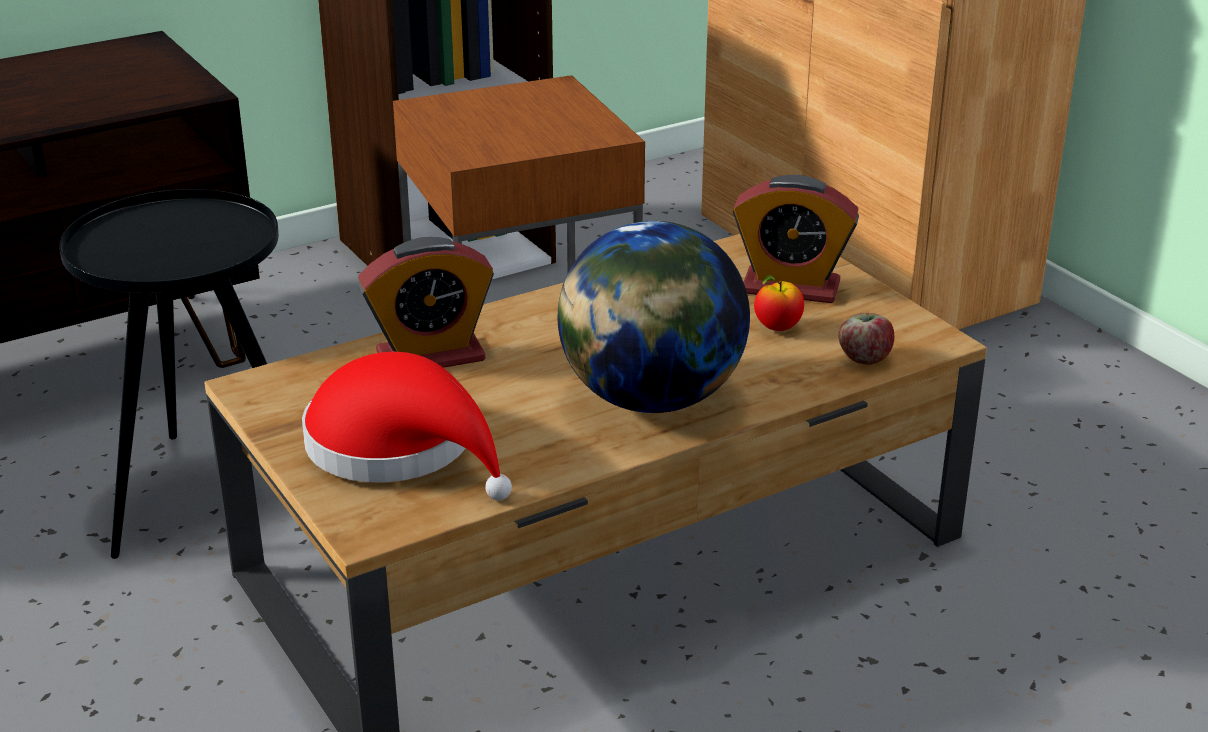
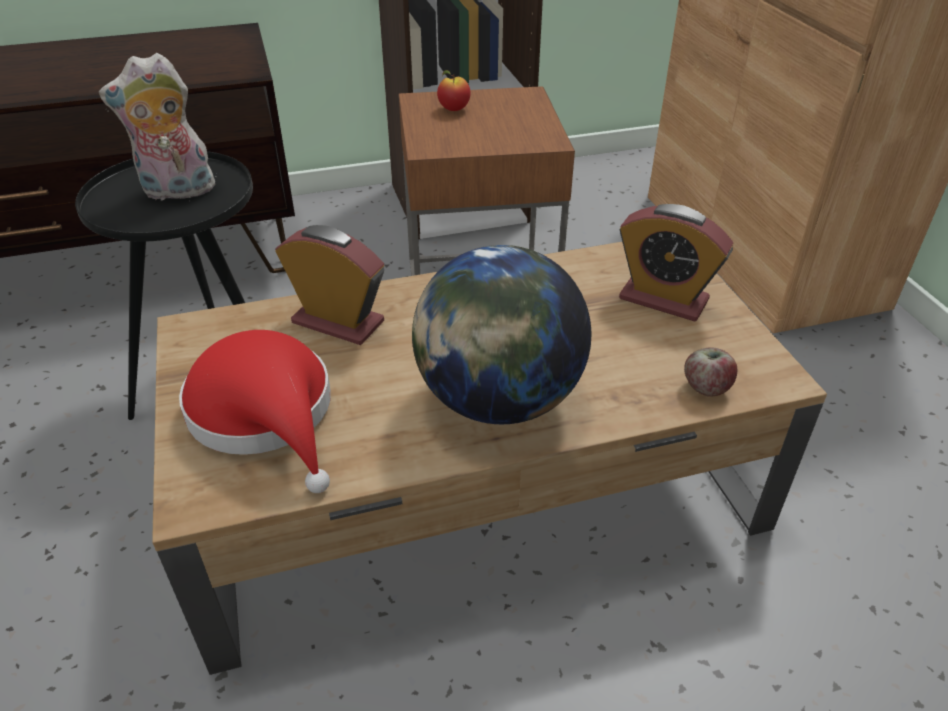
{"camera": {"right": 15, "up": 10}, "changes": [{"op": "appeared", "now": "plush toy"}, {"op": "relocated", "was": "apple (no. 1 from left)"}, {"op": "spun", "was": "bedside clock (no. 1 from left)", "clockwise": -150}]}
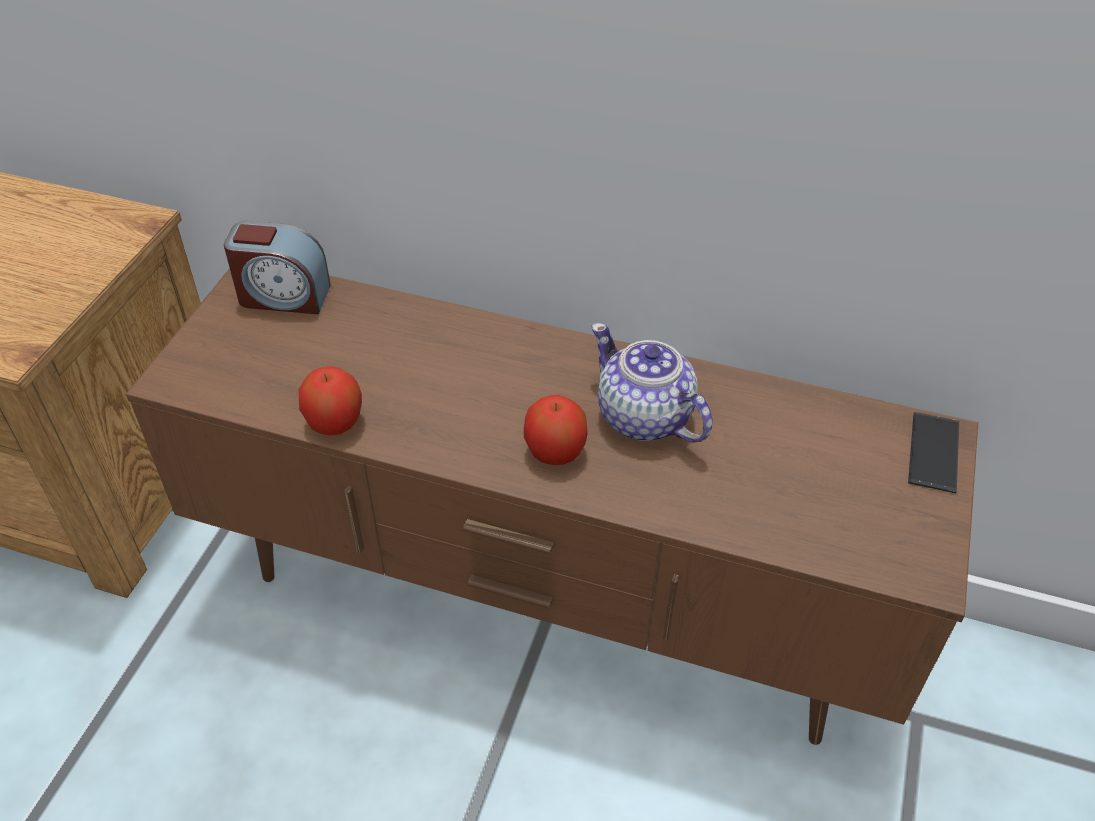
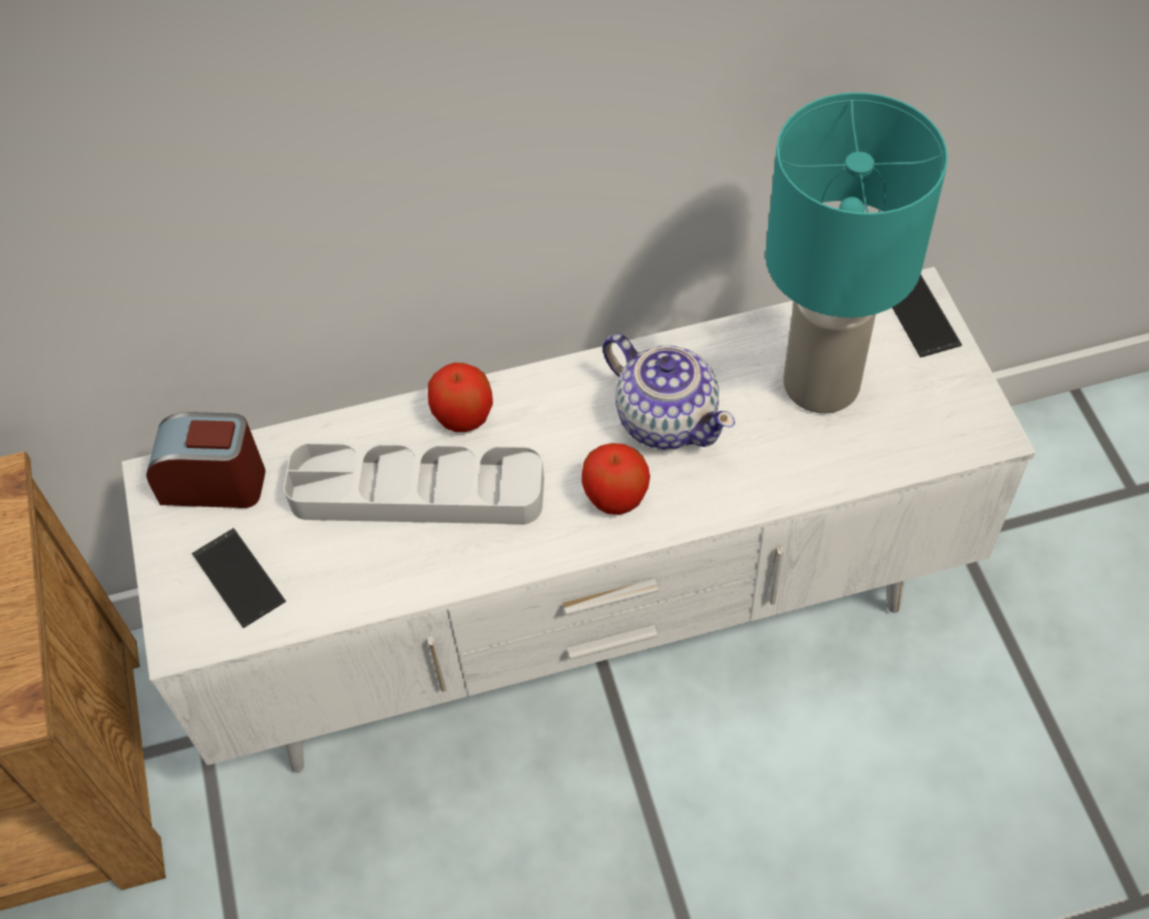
{"camera": {"right": -30, "up": 10}, "changes": [{"op": "appeared", "now": "telephone (no. 1 from left)"}, {"op": "appeared", "now": "serving tray (grey)"}, {"op": "appeared", "now": "lamp for a table (blue-green)"}, {"op": "relocated", "was": "apple (no. 1 from left)"}, {"op": "colour", "was": "tv stand (brown-coloured)", "now": "tv stand (whitish)"}, {"op": "spun", "was": "bedside clock", "clockwise": -150}, {"op": "spun", "was": "tea pot", "clockwise": -150}]}
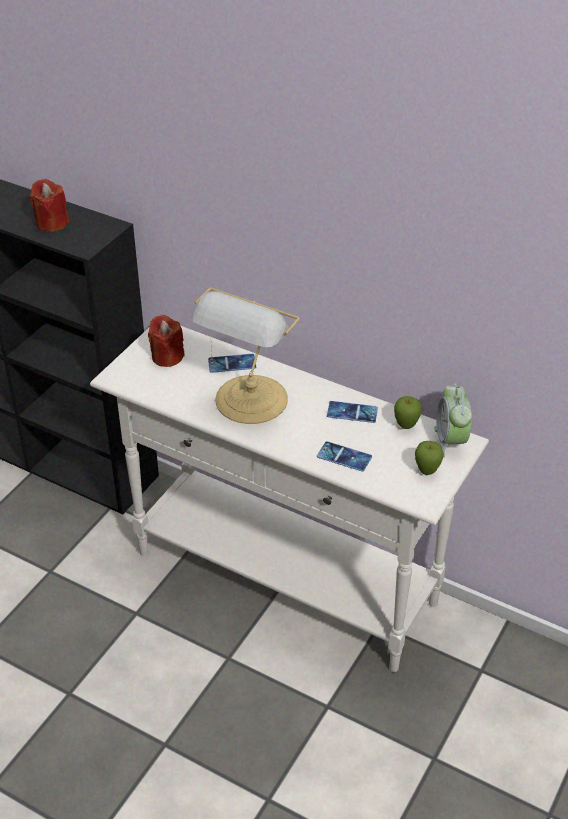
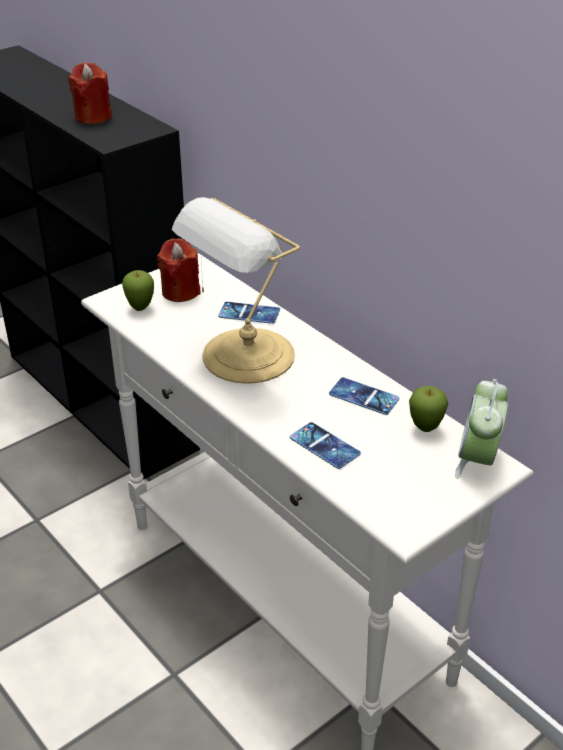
{"camera": {"right": 20, "up": -5}, "changes": [{"op": "relocated", "was": "apple (no. 2 from left in the first image)", "now": "apple (no. 1 from left)"}]}
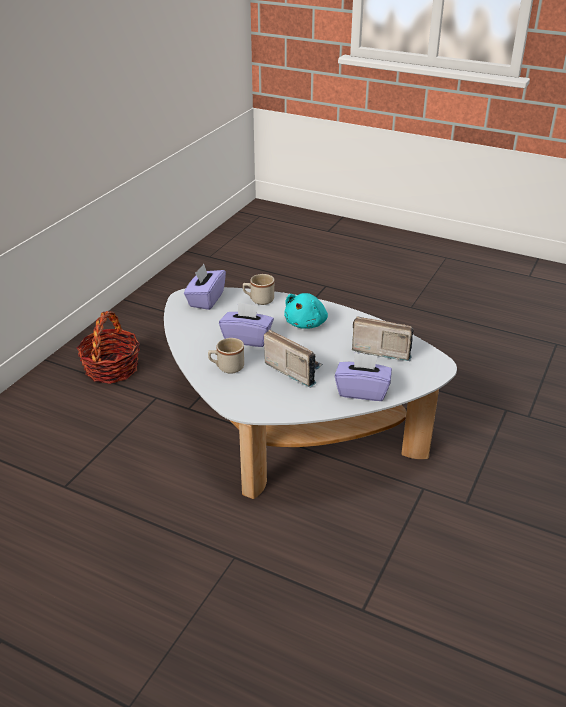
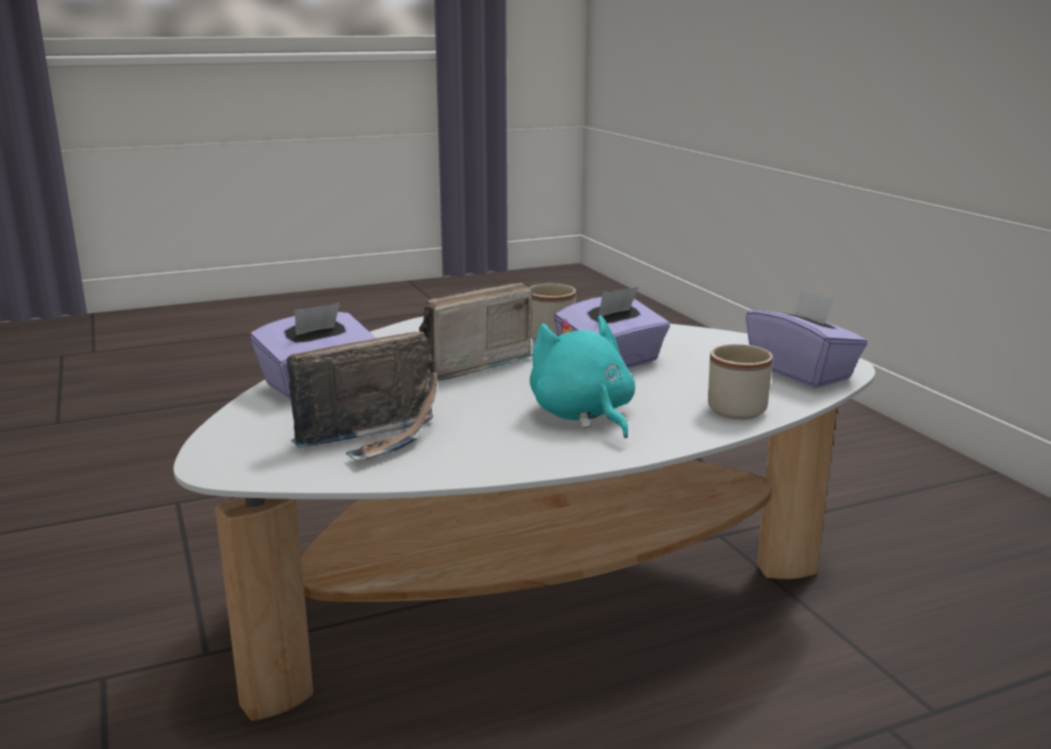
{"camera": {"right": 130, "up": -15}, "changes": [{"op": "missing", "was": "storage basket"}, {"op": "spun", "was": "radio (no. 1 from left in the first image)", "clockwise": 150}]}
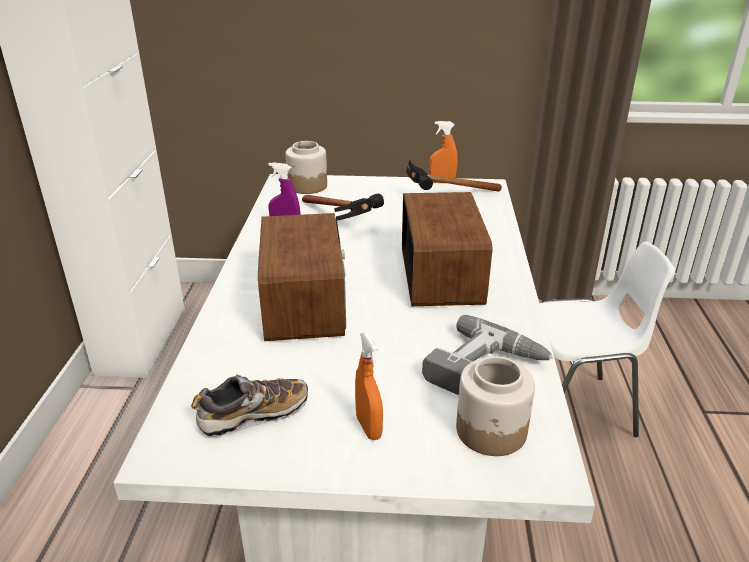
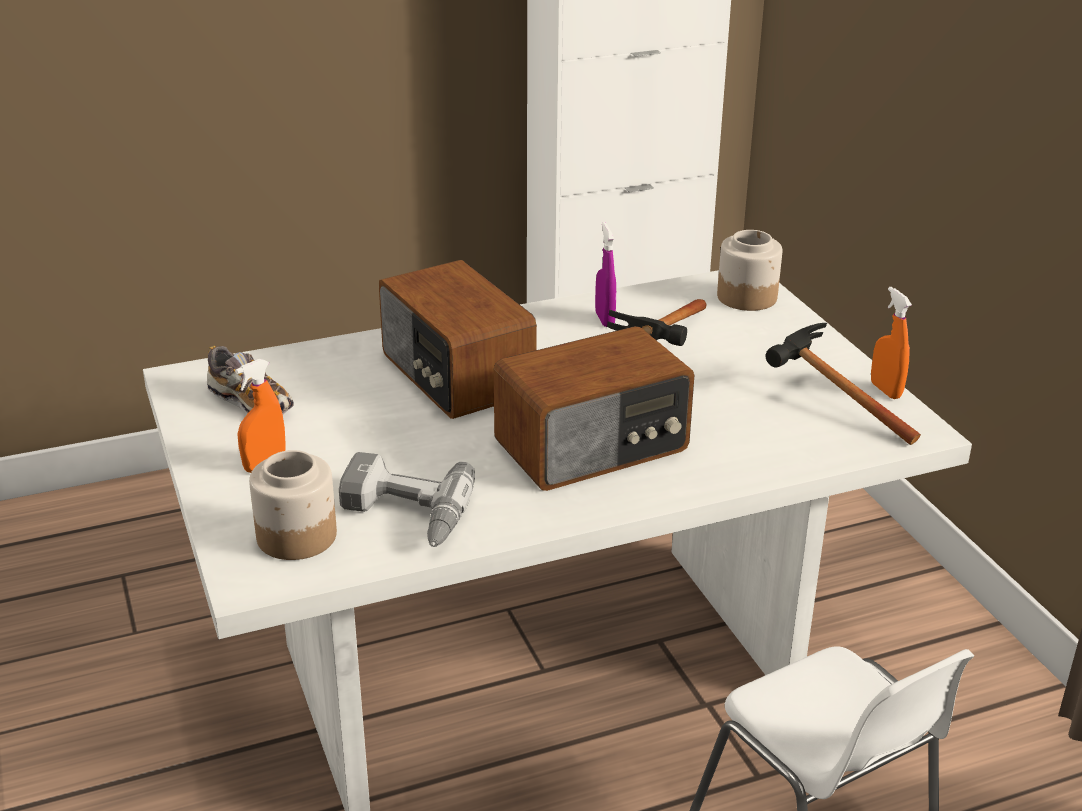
{"camera": {"right": 65, "up": 0}, "changes": [{"op": "spun", "was": "radio (no. 1 from left)", "clockwise": 90}]}
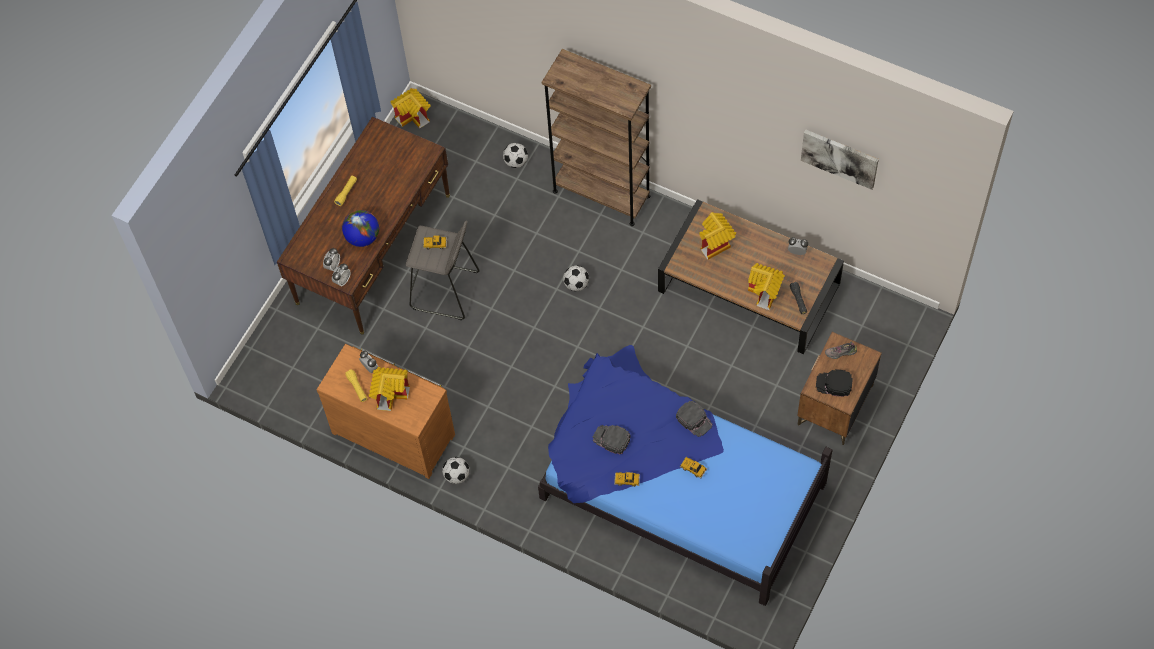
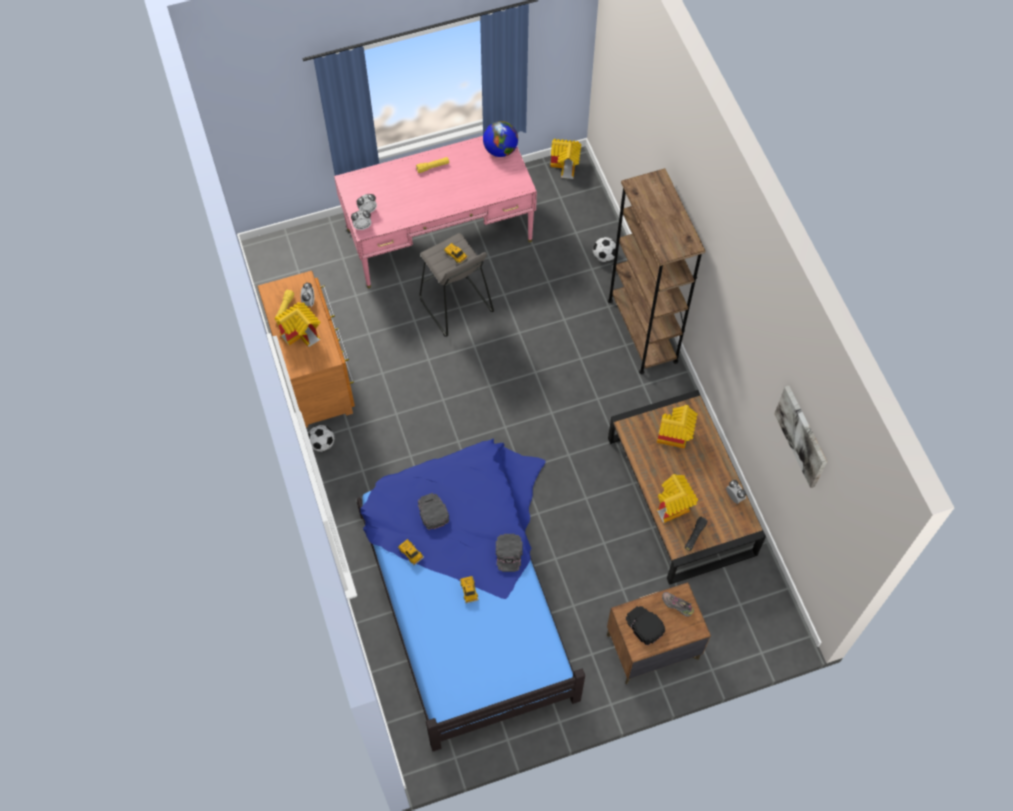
{"camera": {"right": 40, "up": 0}, "changes": [{"op": "missing", "was": "football ball (no. 3 from left)"}, {"op": "relocated", "was": "globe"}, {"op": "colour", "was": "desk unit (brown-coloured)", "now": "desk unit (pinkish)"}]}
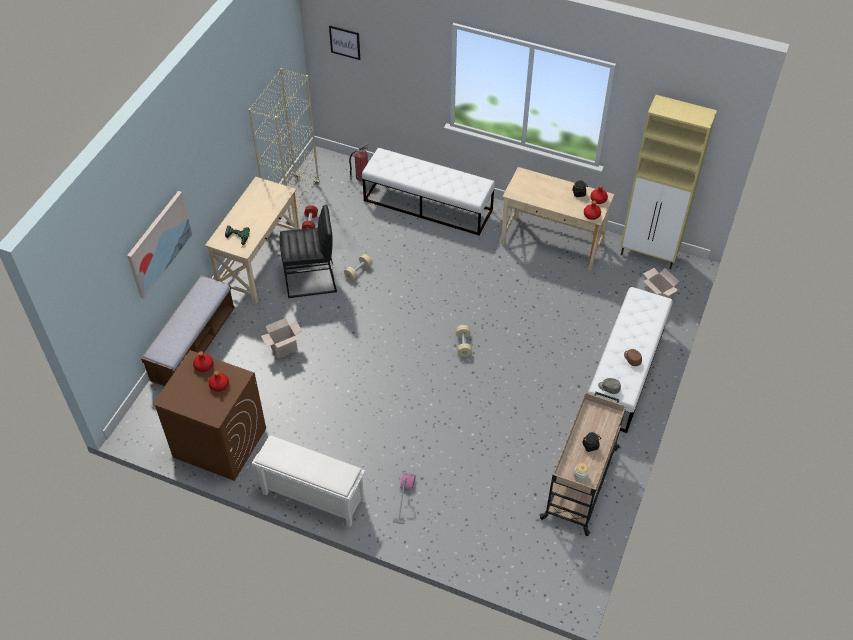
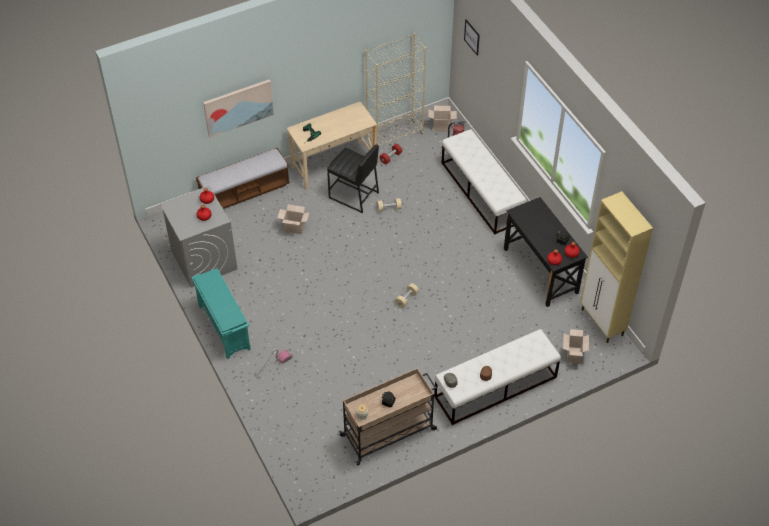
{"camera": {"right": 40, "up": 0}, "changes": [{"op": "appeared", "now": "carton (no. 2 from left)"}, {"op": "colour", "was": "laundry appliance (brown-coloured)", "now": "laundry appliance (grey)"}, {"op": "colour", "was": "shoe shelf (whitish)", "now": "shoe shelf (blue-green)"}, {"op": "colour", "was": "desk unit (beige-coloured) (no. 2 from left)", "now": "desk unit (blackish)"}]}
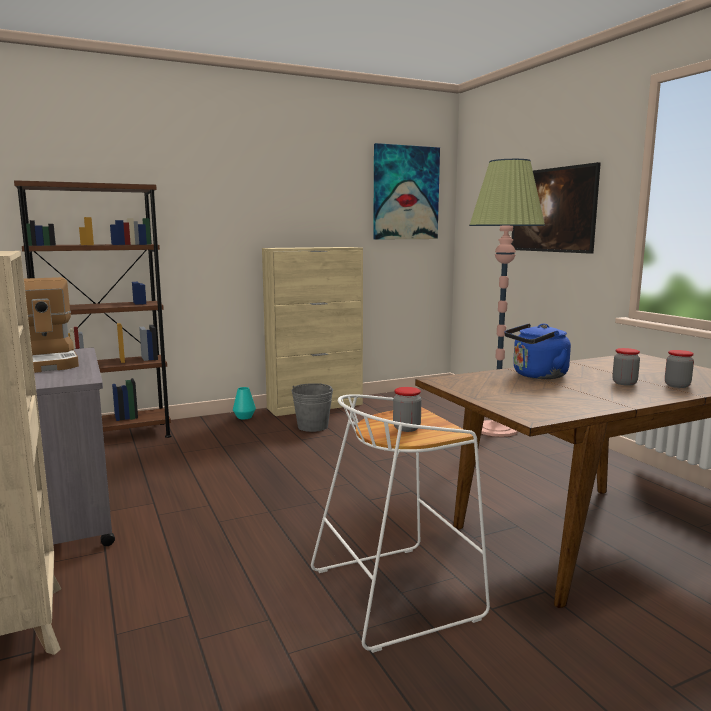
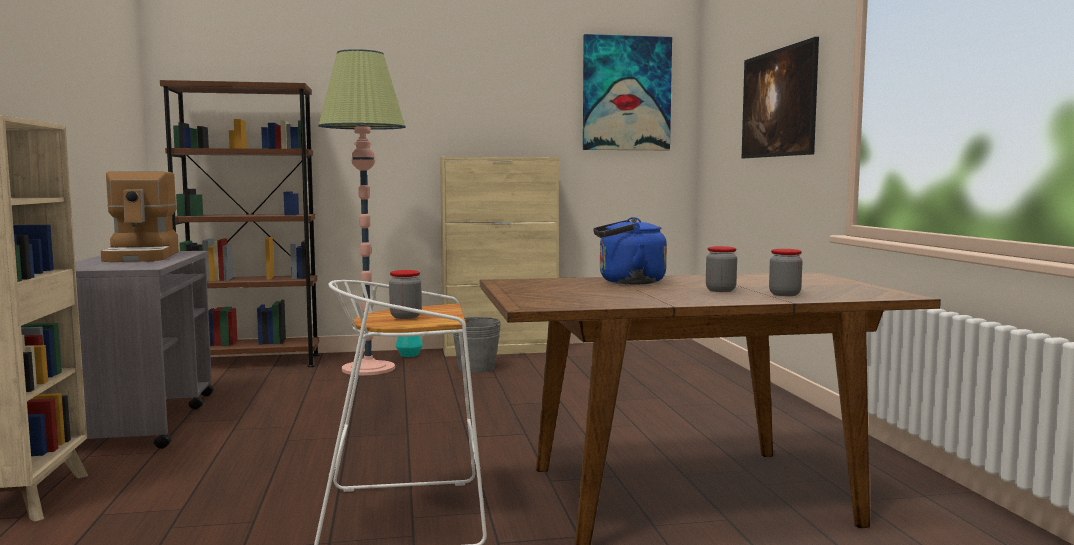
{"camera": {"right": 15, "up": -5}, "changes": [{"op": "relocated", "was": "floor lamp"}]}
